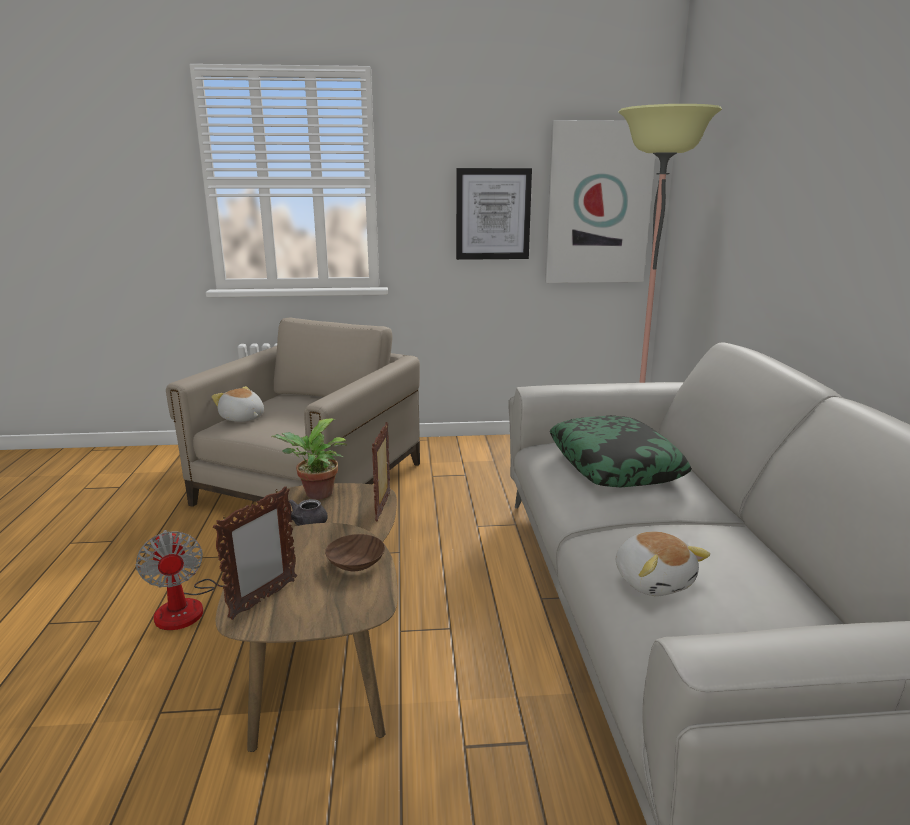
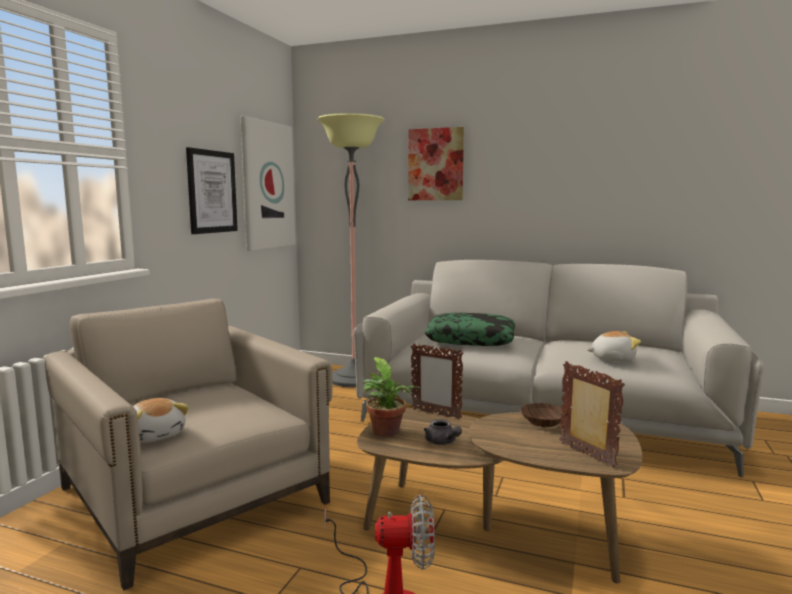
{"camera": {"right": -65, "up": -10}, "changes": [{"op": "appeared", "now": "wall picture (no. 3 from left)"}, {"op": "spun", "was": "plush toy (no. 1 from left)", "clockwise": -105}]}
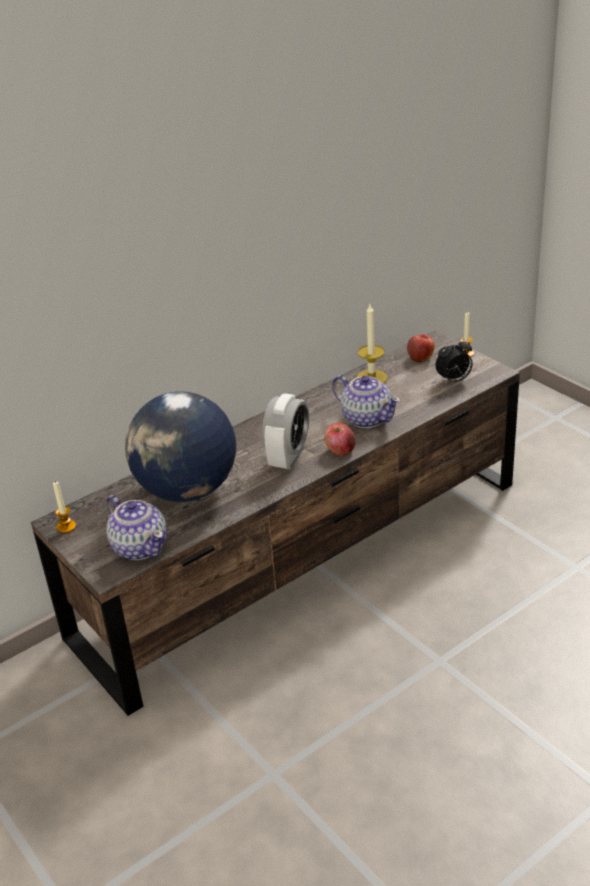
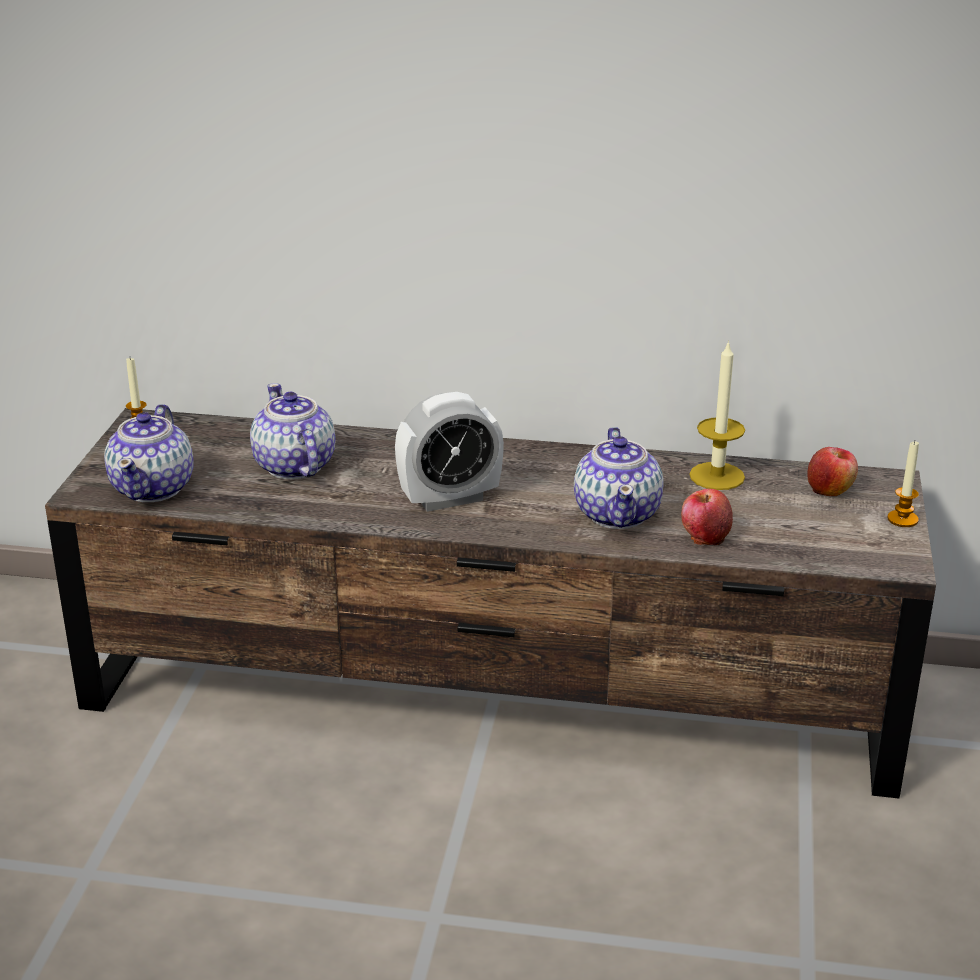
{"camera": {"right": 45, "up": -5}, "changes": [{"op": "missing", "was": "bedside clock (no. 2 from left)"}, {"op": "relocated", "was": "apple (no. 1 from left)"}, {"op": "exchanged", "was": "globe", "now": "tea pot (no. 2 from left)"}]}
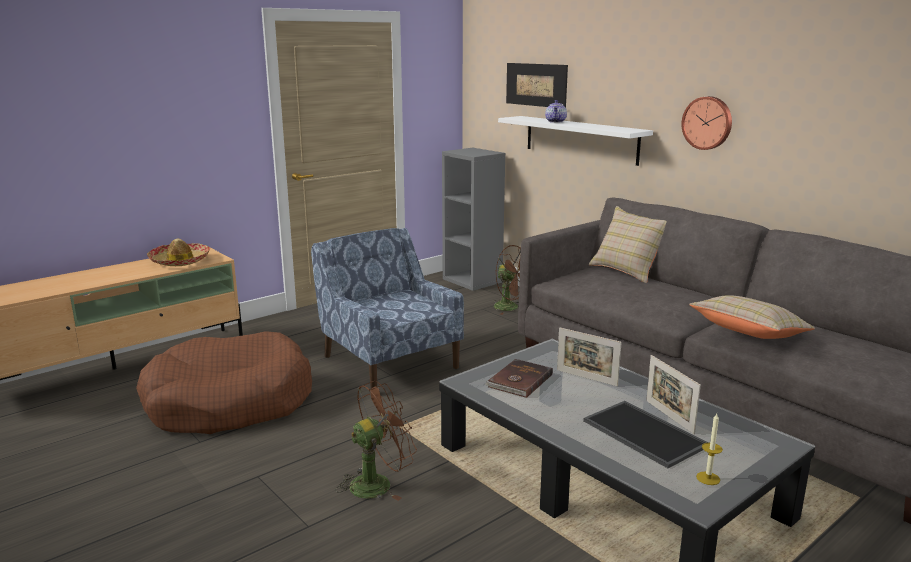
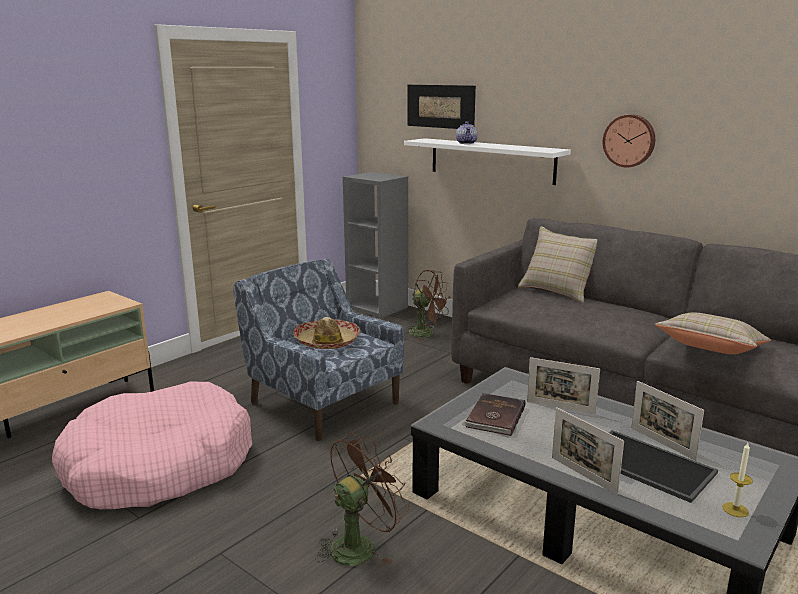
{"camera": {"right": -10, "up": 0}, "changes": [{"op": "appeared", "now": "photo frame (no. 2 from left)"}, {"op": "relocated", "was": "wearable hat"}, {"op": "colour", "was": "pet bed (brown-coloured)", "now": "pet bed (pinkish)"}]}
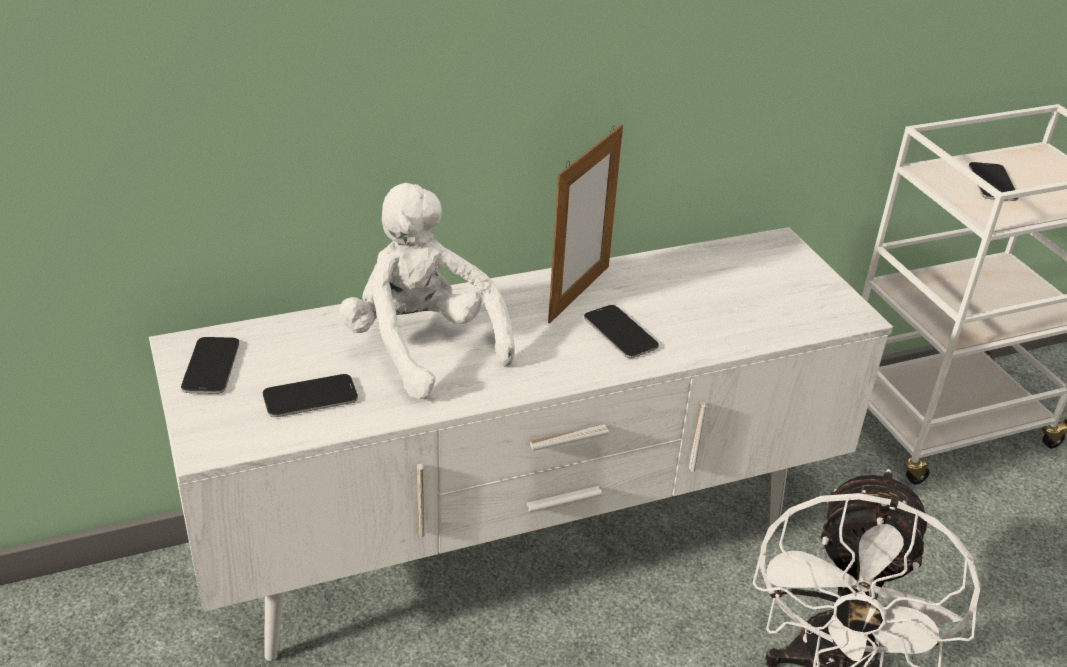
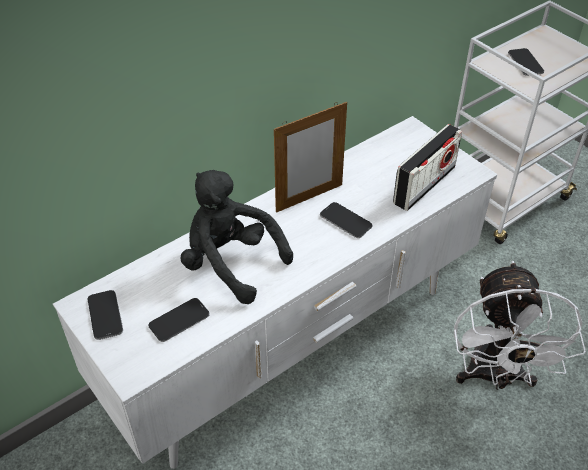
{"camera": {"right": -15, "up": 10}, "changes": [{"op": "appeared", "now": "radio"}, {"op": "colour", "was": "plush toy (whitish)", "now": "plush toy (blackish)"}, {"op": "spun", "was": "photo frame", "clockwise": 45}]}
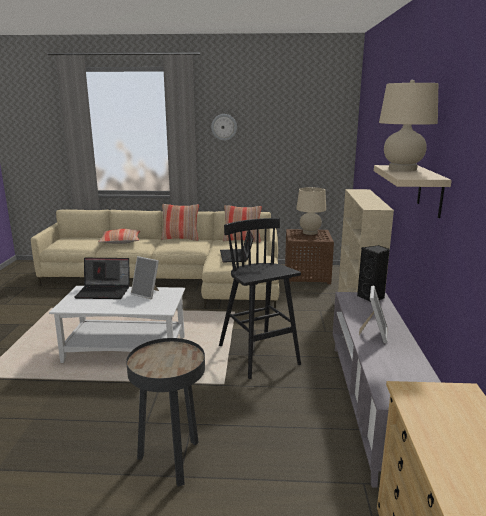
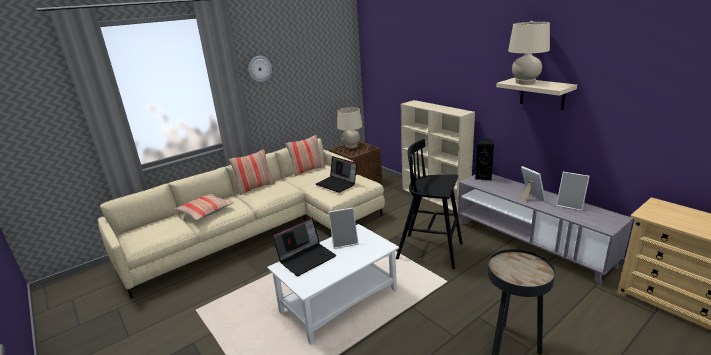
{"camera": {"right": -40, "up": 5}, "changes": [{"op": "appeared", "now": "photo frame (no. 3 from left)"}]}
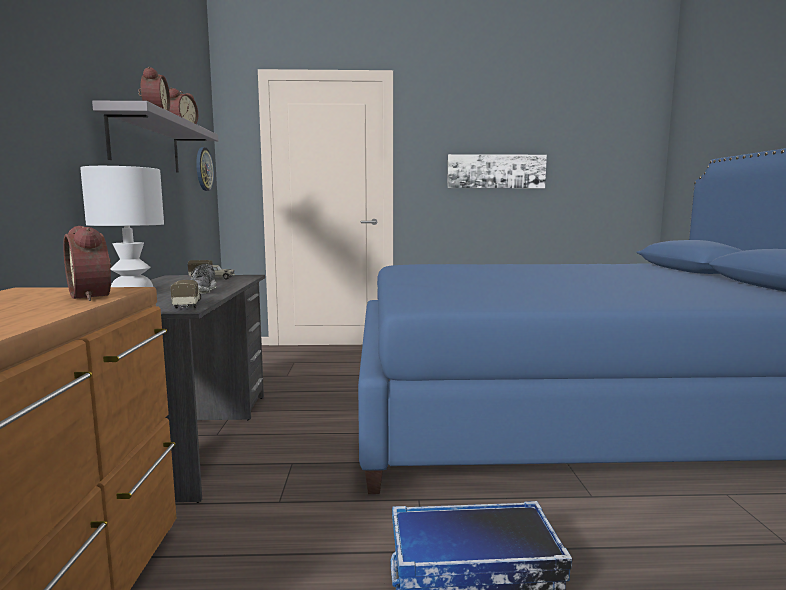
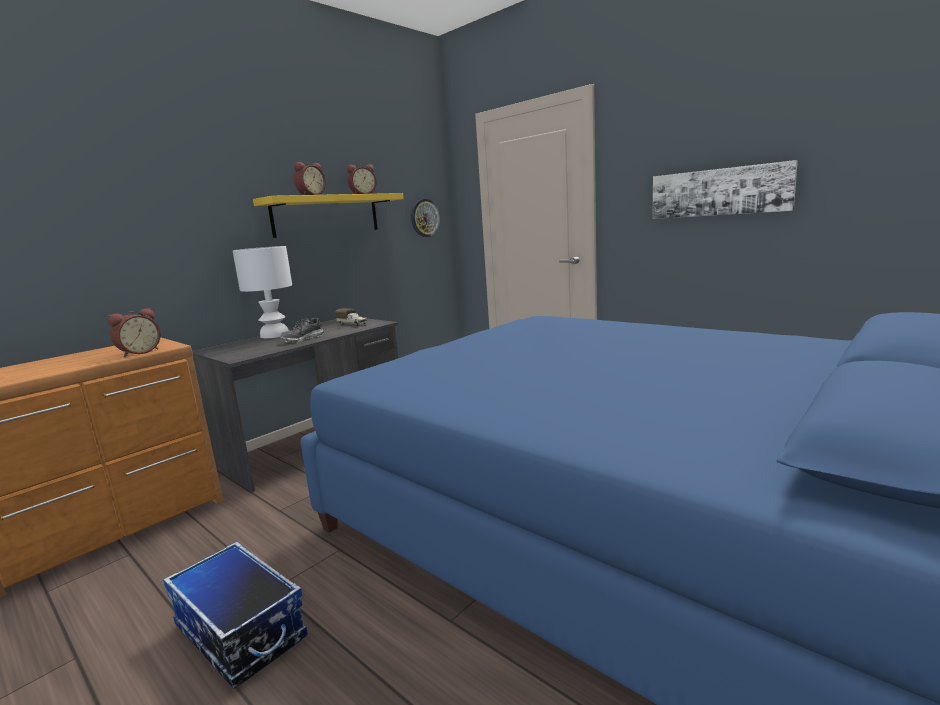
{"camera": {"right": 45, "up": 5}, "changes": [{"op": "missing", "was": "toy truck (no. 1 from left)"}, {"op": "colour", "was": "wall shelf (grey)", "now": "wall shelf (yellow-coloured)"}, {"op": "spun", "was": "bedside clock (no. 1 from left)", "clockwise": -150}]}
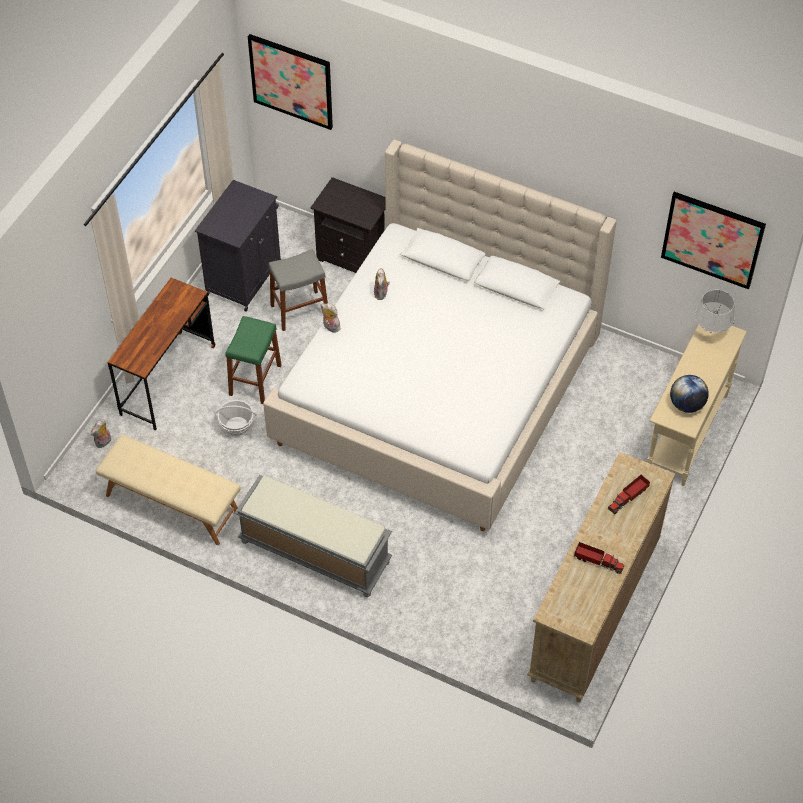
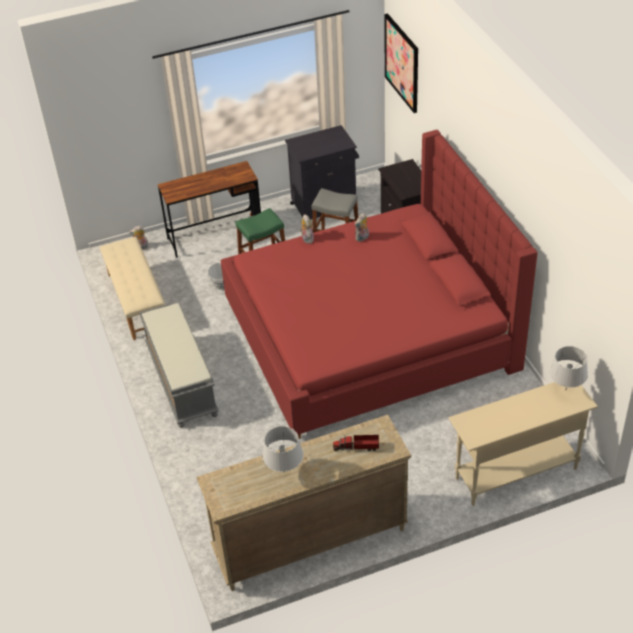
{"camera": {"right": 45, "up": -10}, "changes": [{"op": "missing", "was": "wall picture (no. 2 from left)"}, {"op": "missing", "was": "globe"}, {"op": "exchanged", "was": "toy truck (no. 1 from left)", "now": "lamp for a table (grey) (no. 1 from left)"}, {"op": "colour", "was": "bedroom bed (beige-coloured)", "now": "bedroom bed (red-coloured)"}]}
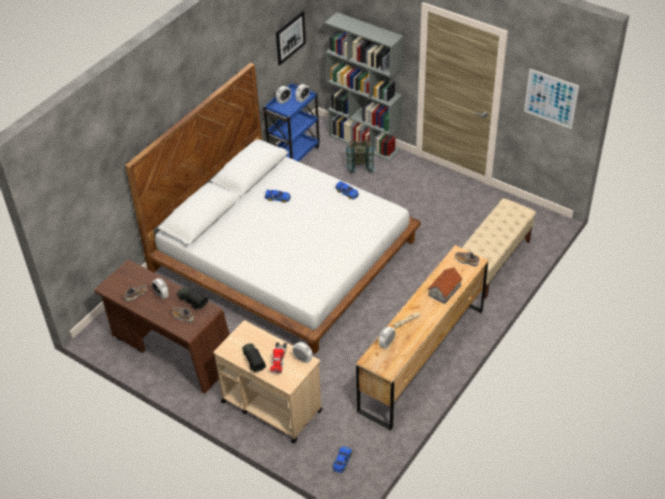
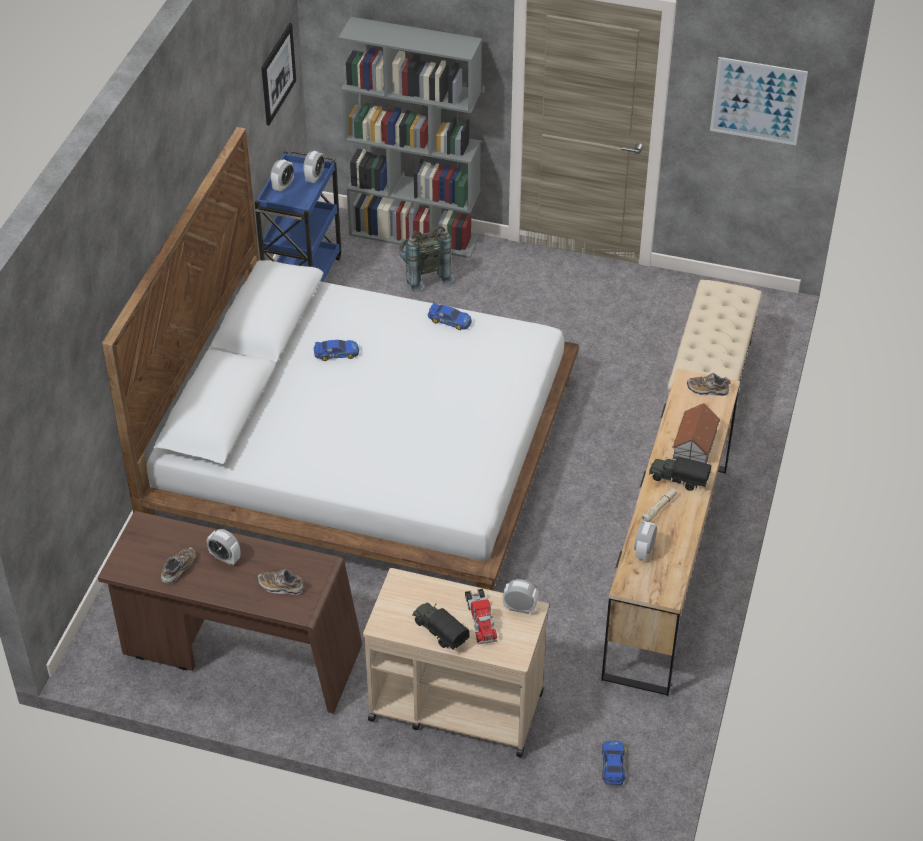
{"camera": {"right": -20, "up": 0}, "changes": [{"op": "relocated", "was": "toy truck (no. 1 from left in the first image)", "now": "toy truck (no. 3 from left)"}]}
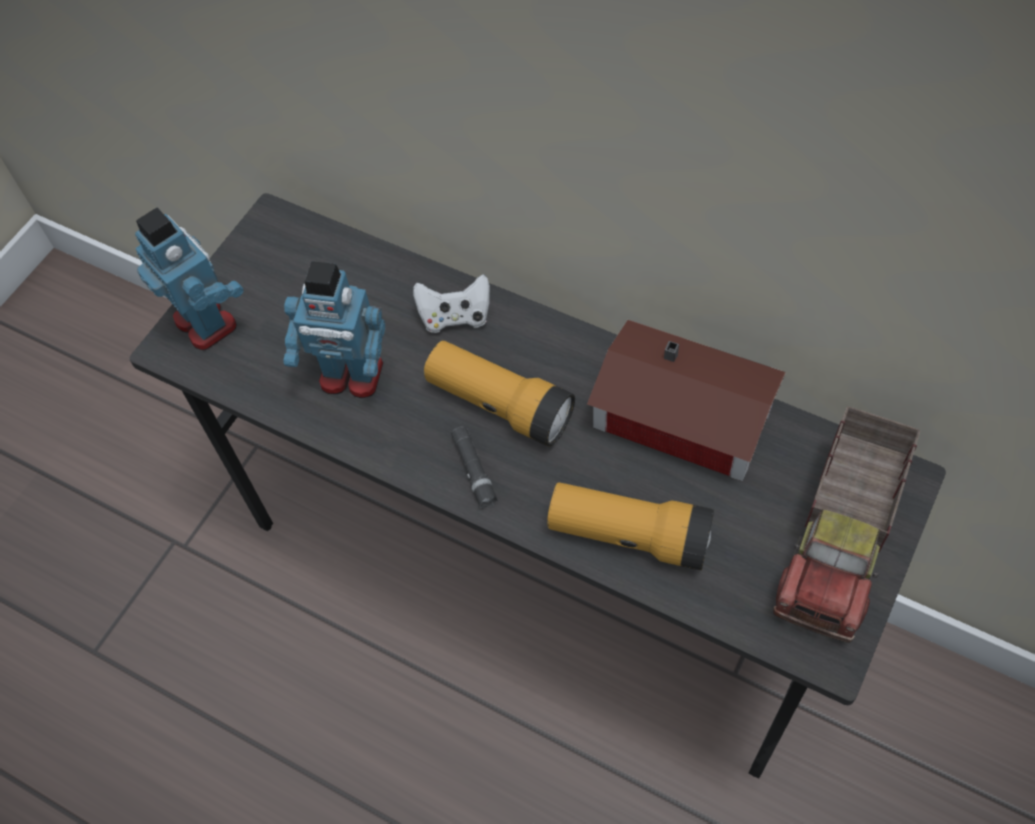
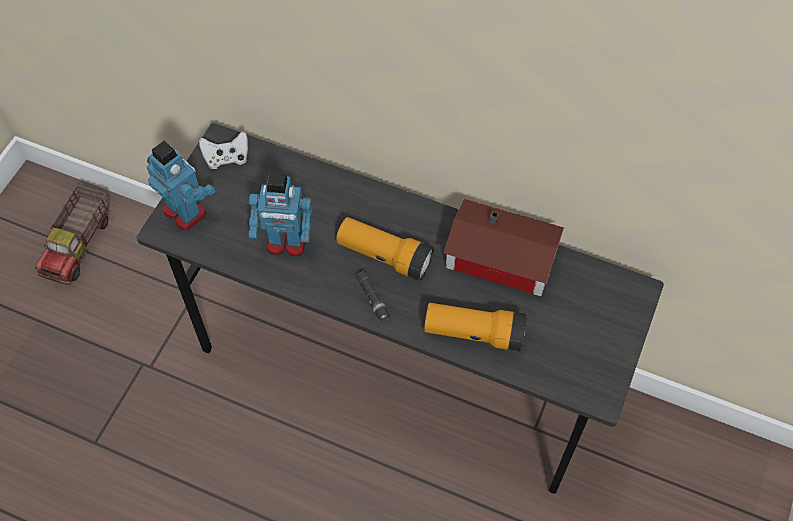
{"camera": {"right": -10, "up": 0}, "changes": [{"op": "relocated", "was": "game controller (whitish)"}, {"op": "relocated", "was": "toy truck"}]}
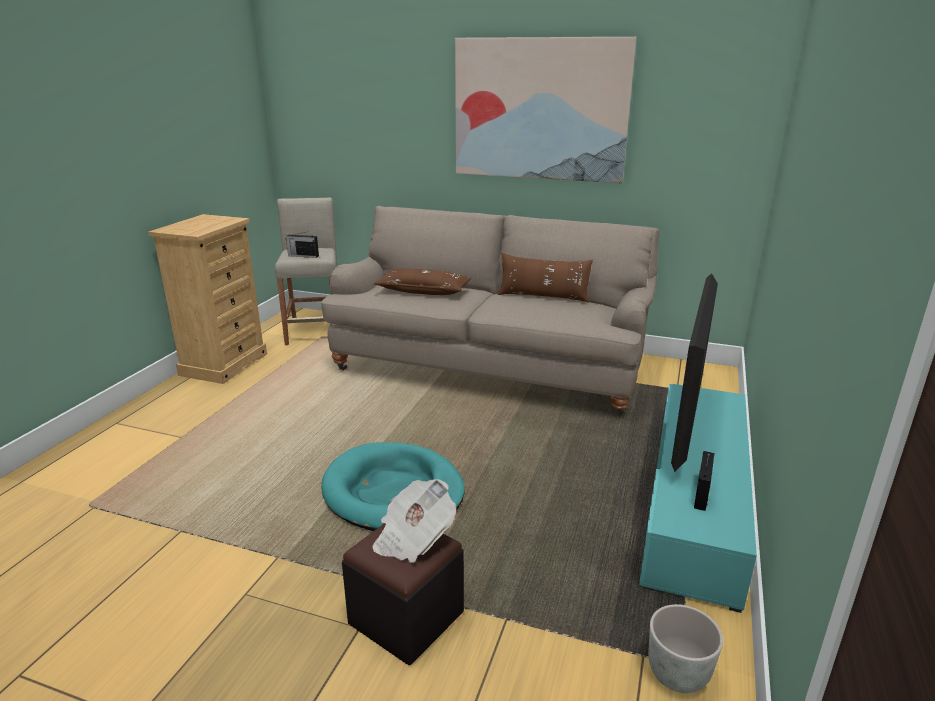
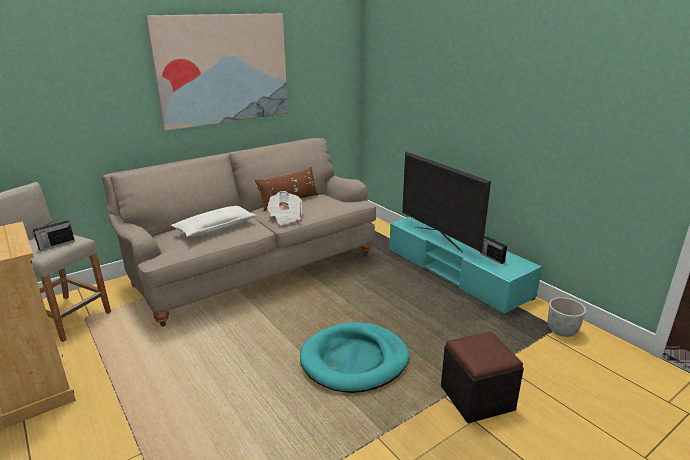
{"camera": {"right": -55, "up": 0}, "changes": [{"op": "relocated", "was": "newspaper"}, {"op": "colour", "was": "throw pillow (brown-coloured) (no. 1 from left)", "now": "throw pillow (whitish)"}]}
